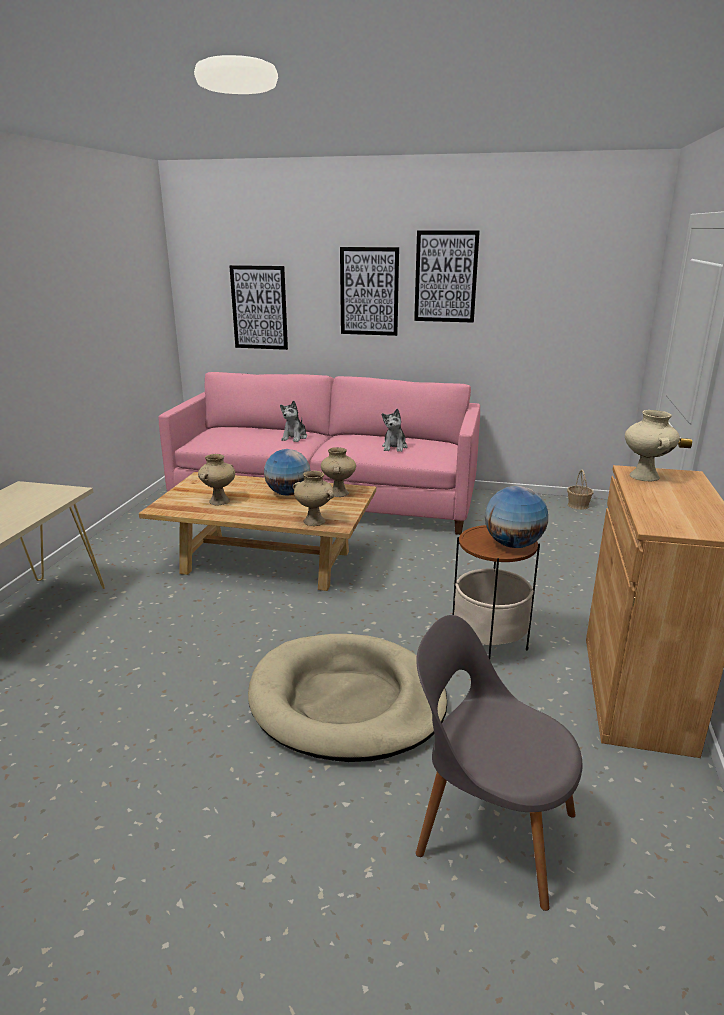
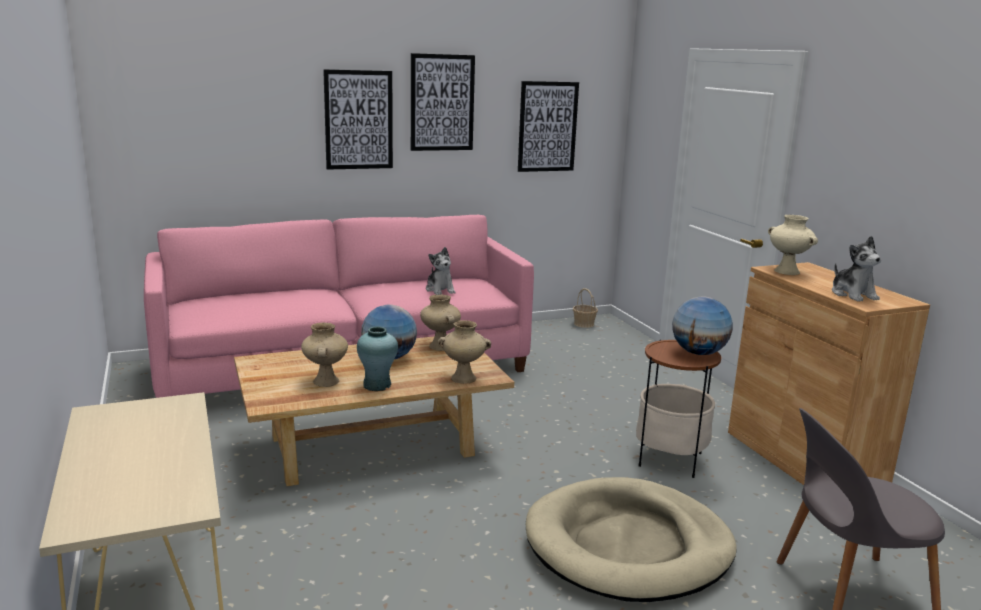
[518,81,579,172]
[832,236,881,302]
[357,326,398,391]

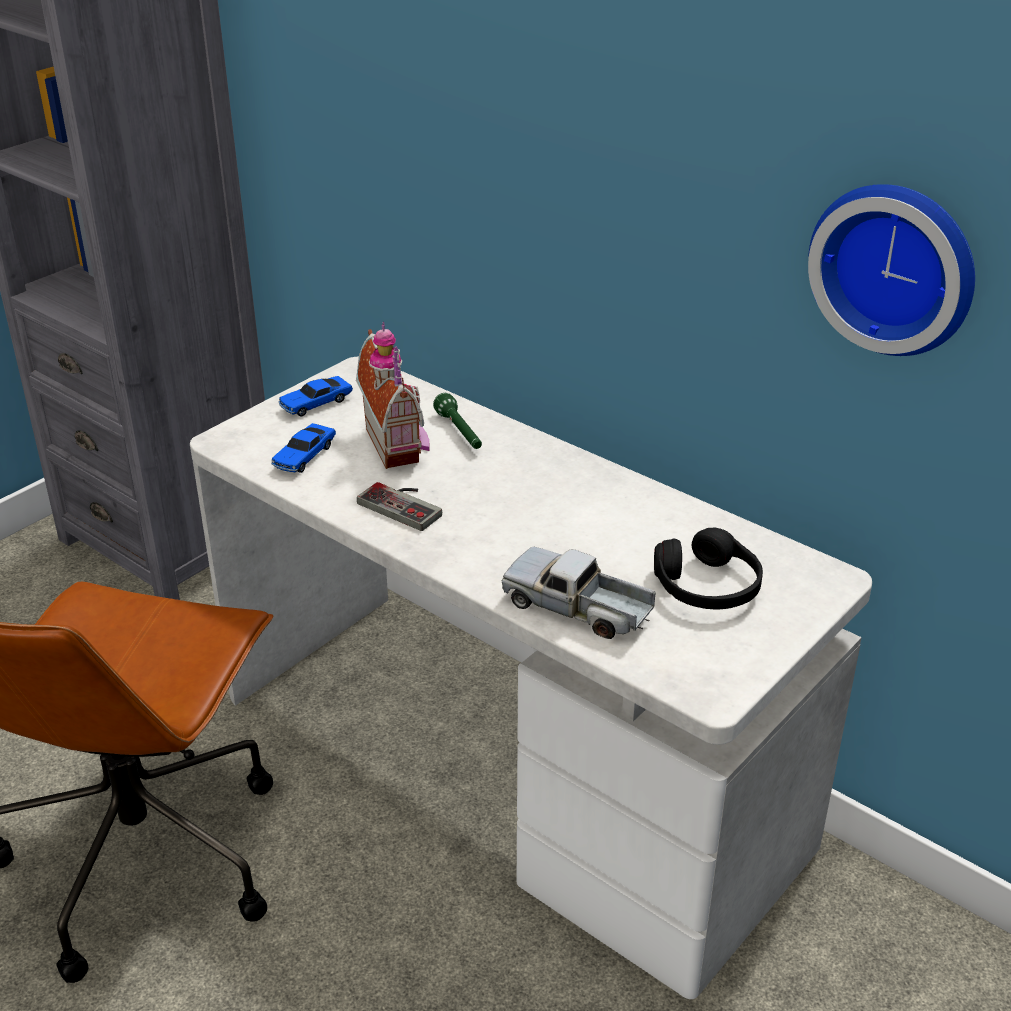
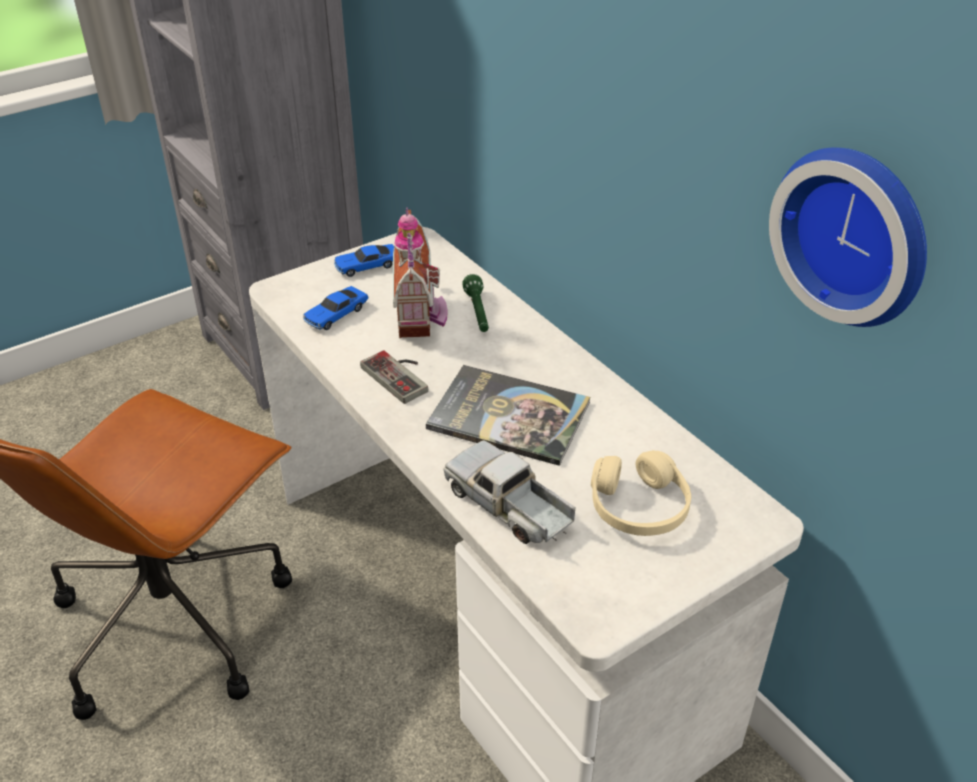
[591,450,691,536]
[426,365,590,466]

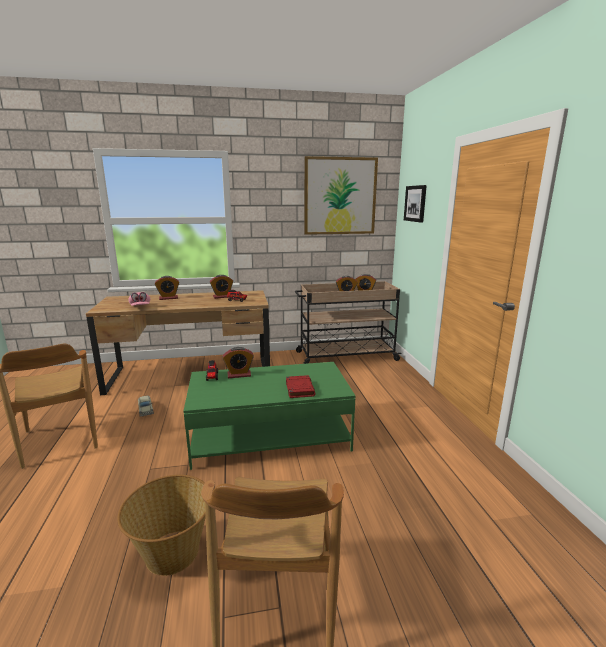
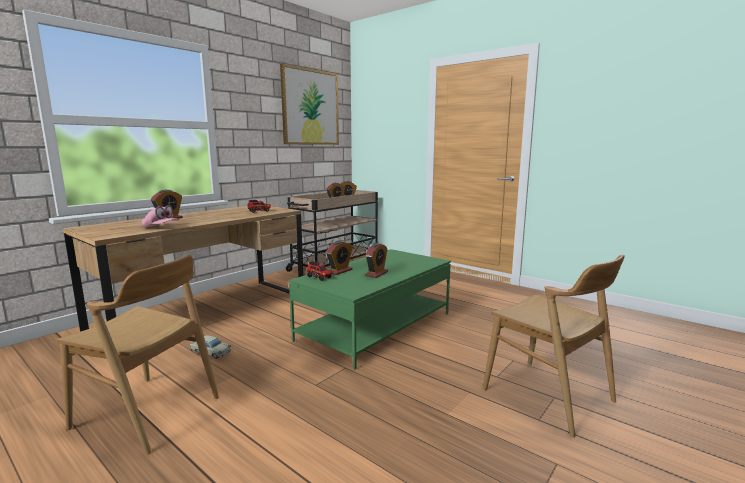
[117,475,206,576] (first image)
[365,243,388,278]
[286,375,316,398] (first image)
[404,185,427,223] (first image)

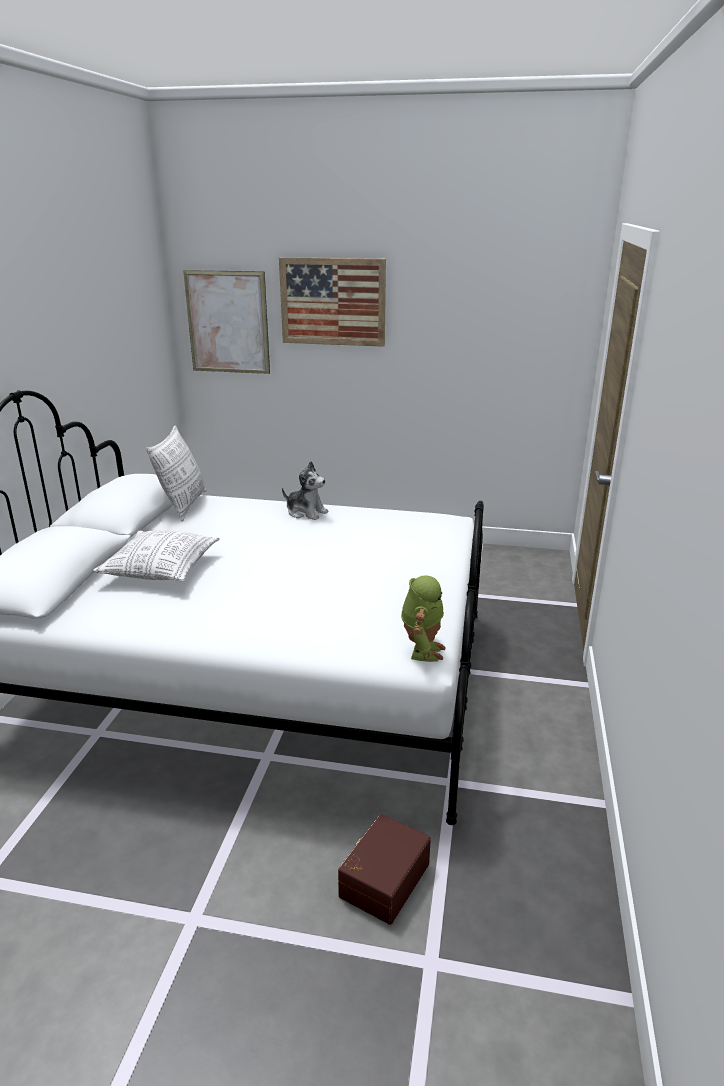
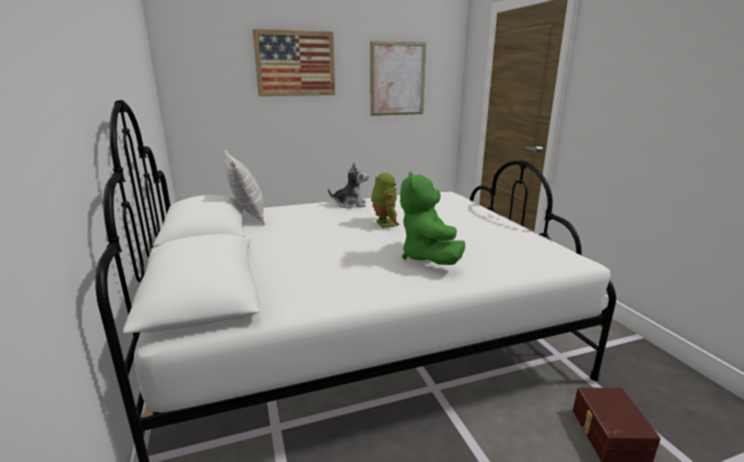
[92,530,220,582] (first image)
[371,41,426,116]
[371,173,399,228]
[400,172,465,265]

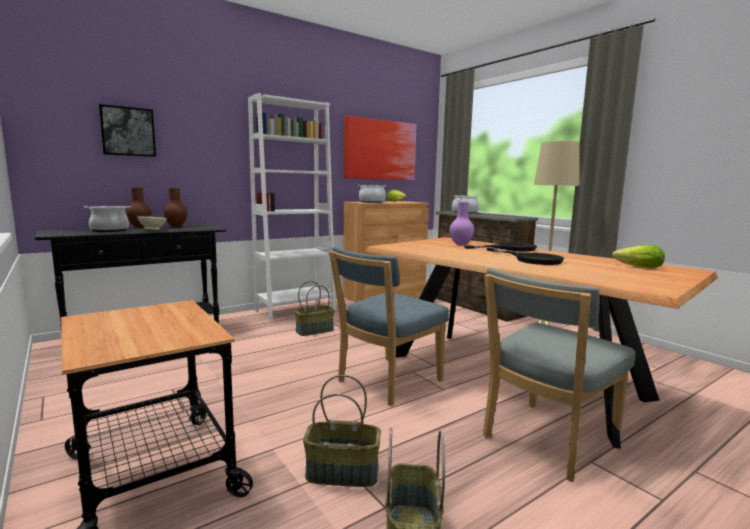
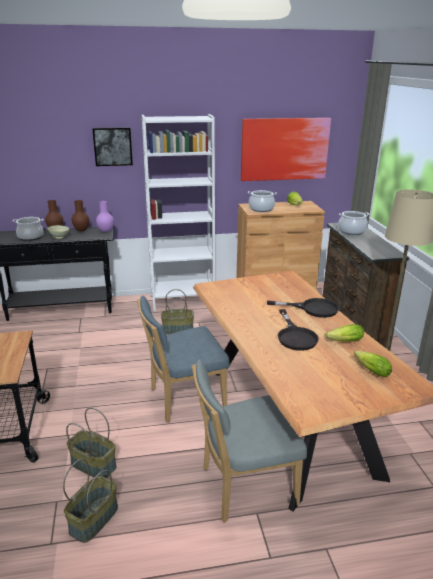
[92,127,133,166]
[96,201,114,232]
[326,324,364,341]

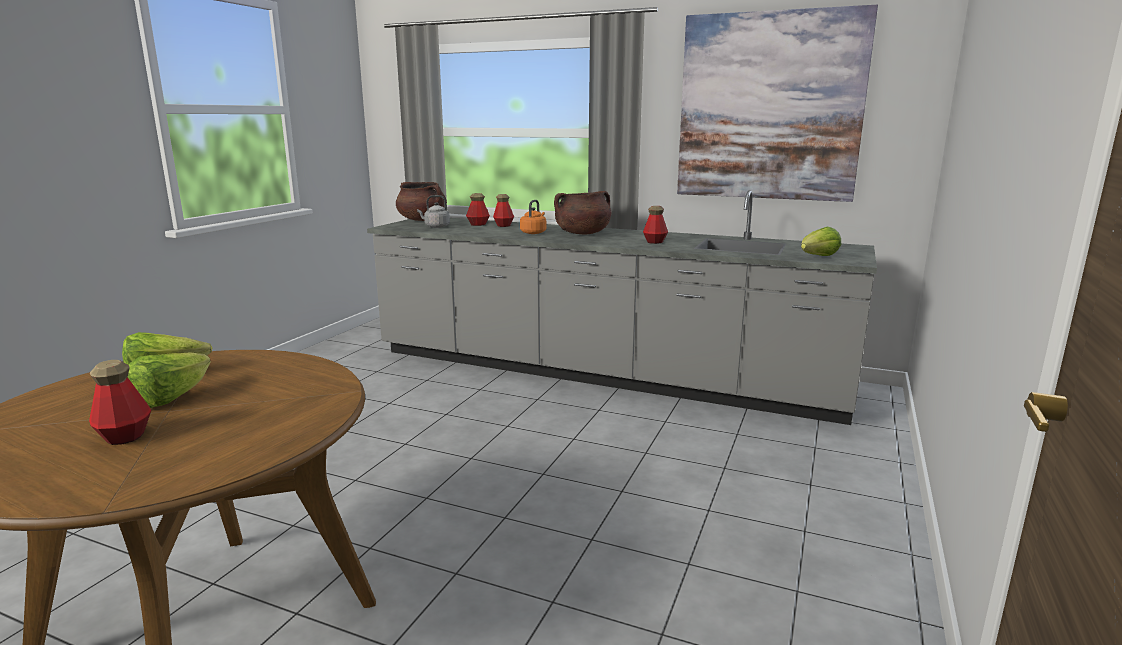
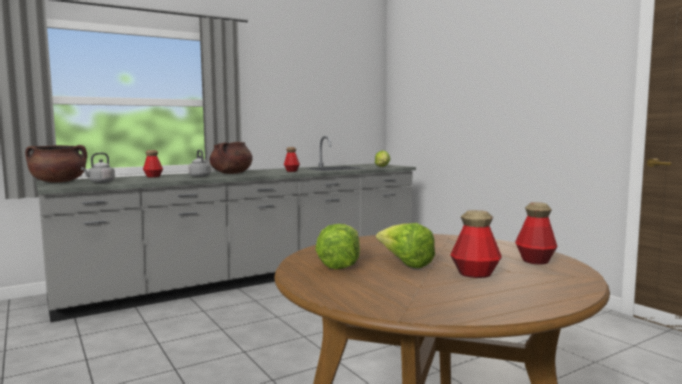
[515,202,558,265]
[188,150,211,177]
[677,5,878,202] (first image)

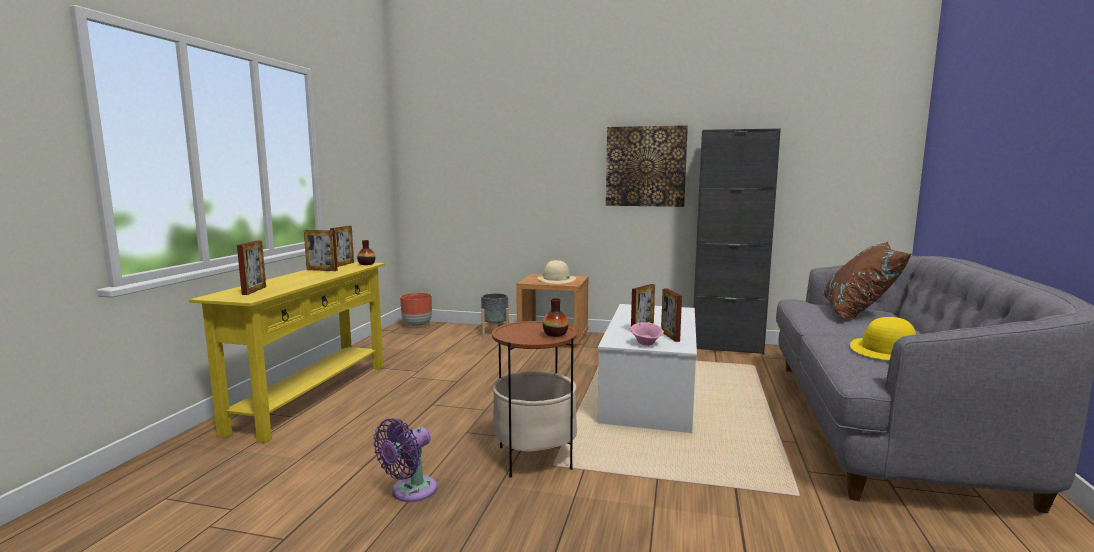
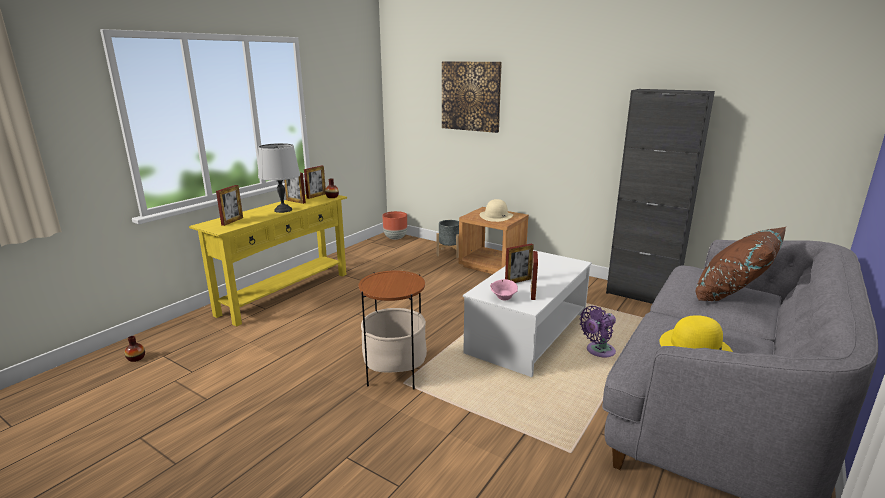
[580,306,616,357]
[125,336,145,362]
[442,62,502,133]
[258,143,300,213]

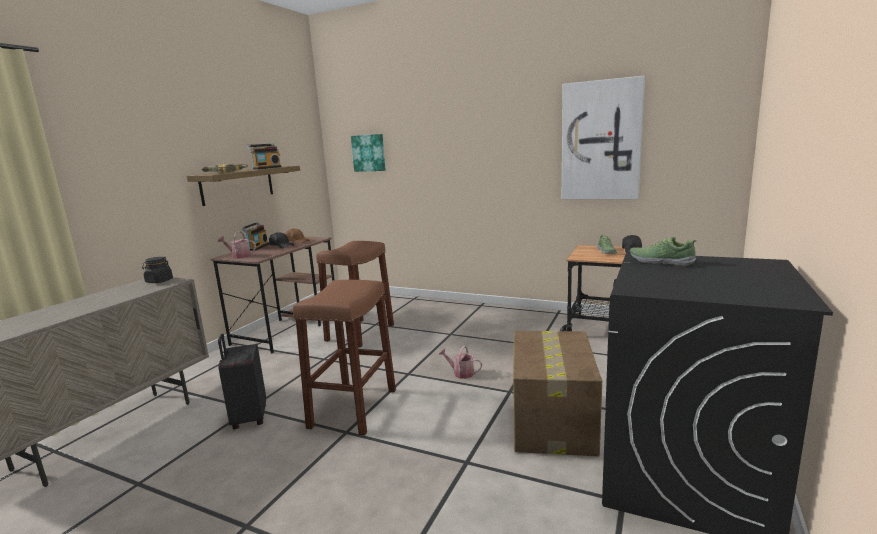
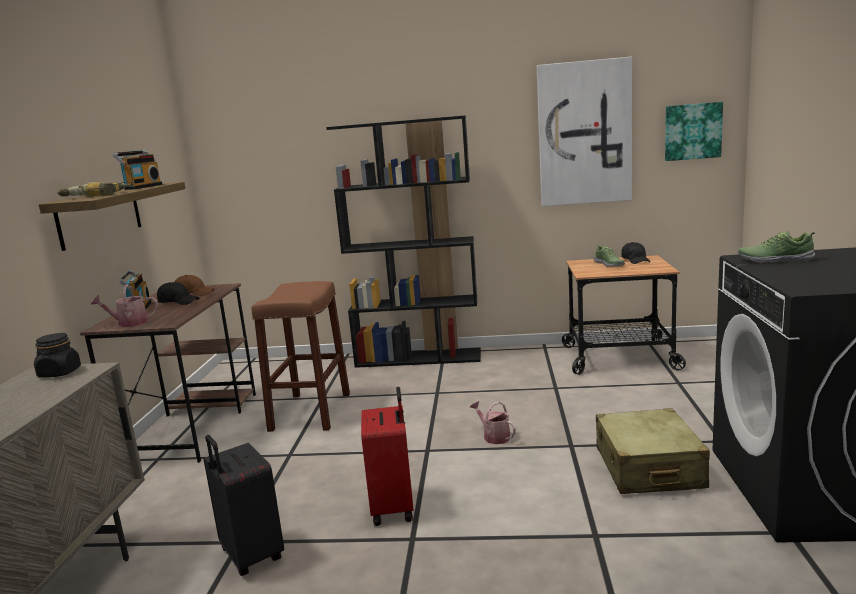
[361,387,414,526]
[665,102,723,161]
[470,401,516,444]
[596,408,710,494]
[326,116,481,368]

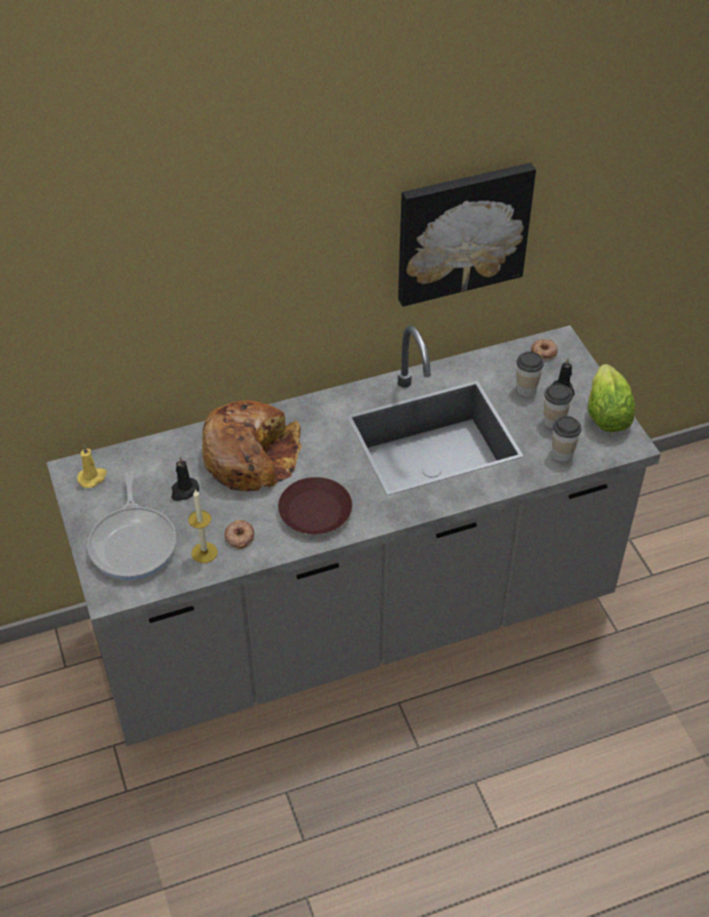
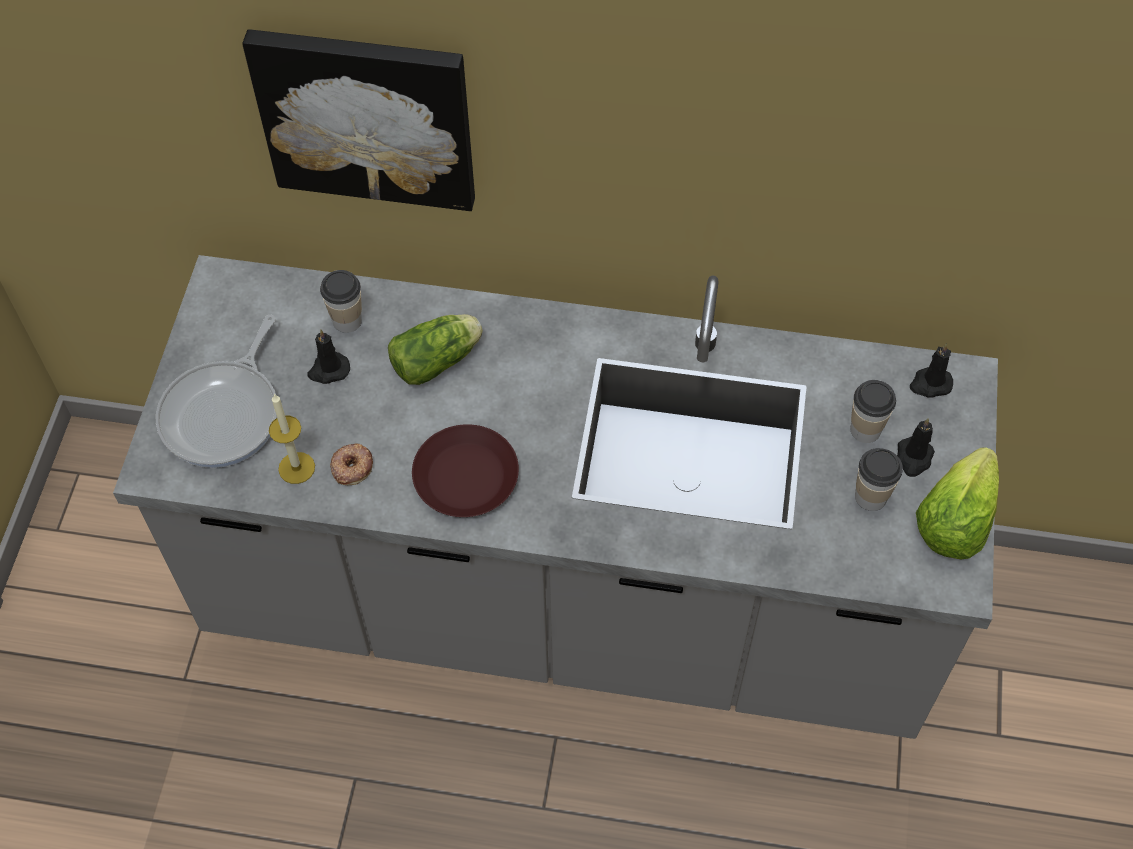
[77,445,107,488] (first image)
[388,314,483,385]
[242,29,475,211]
[910,343,953,398]
[320,270,362,333]

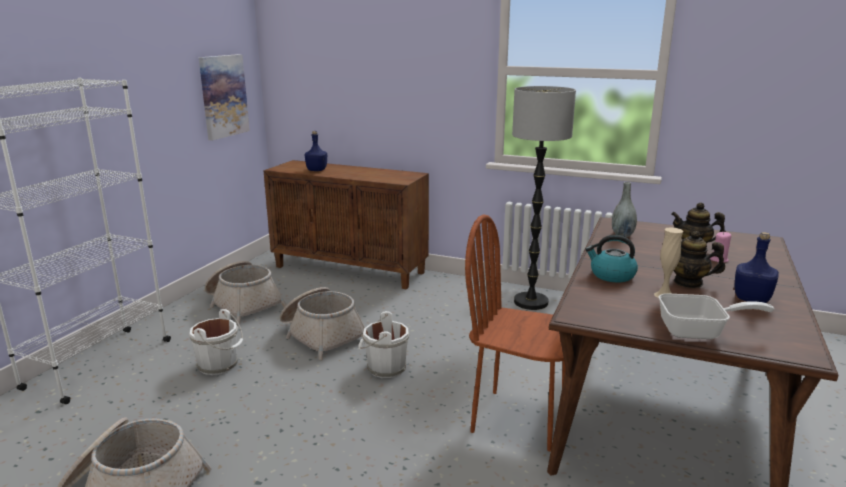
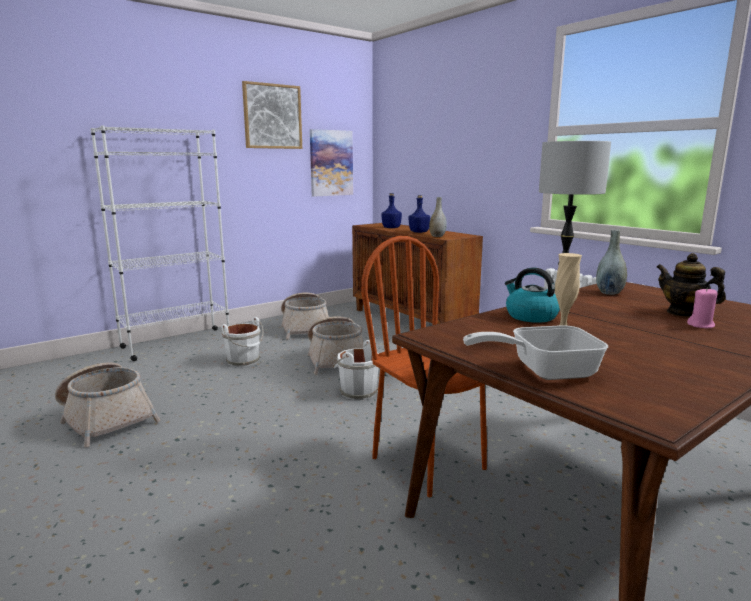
[463,325,608,380]
[662,231,725,288] (first image)
[409,195,430,233]
[242,81,302,149]
[429,197,447,237]

